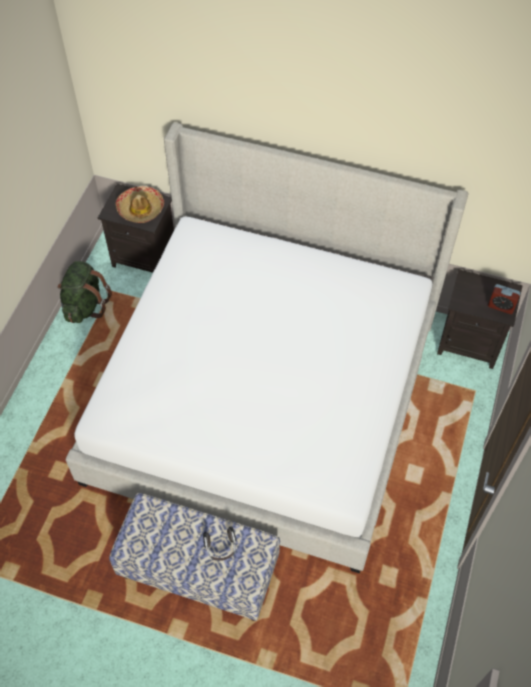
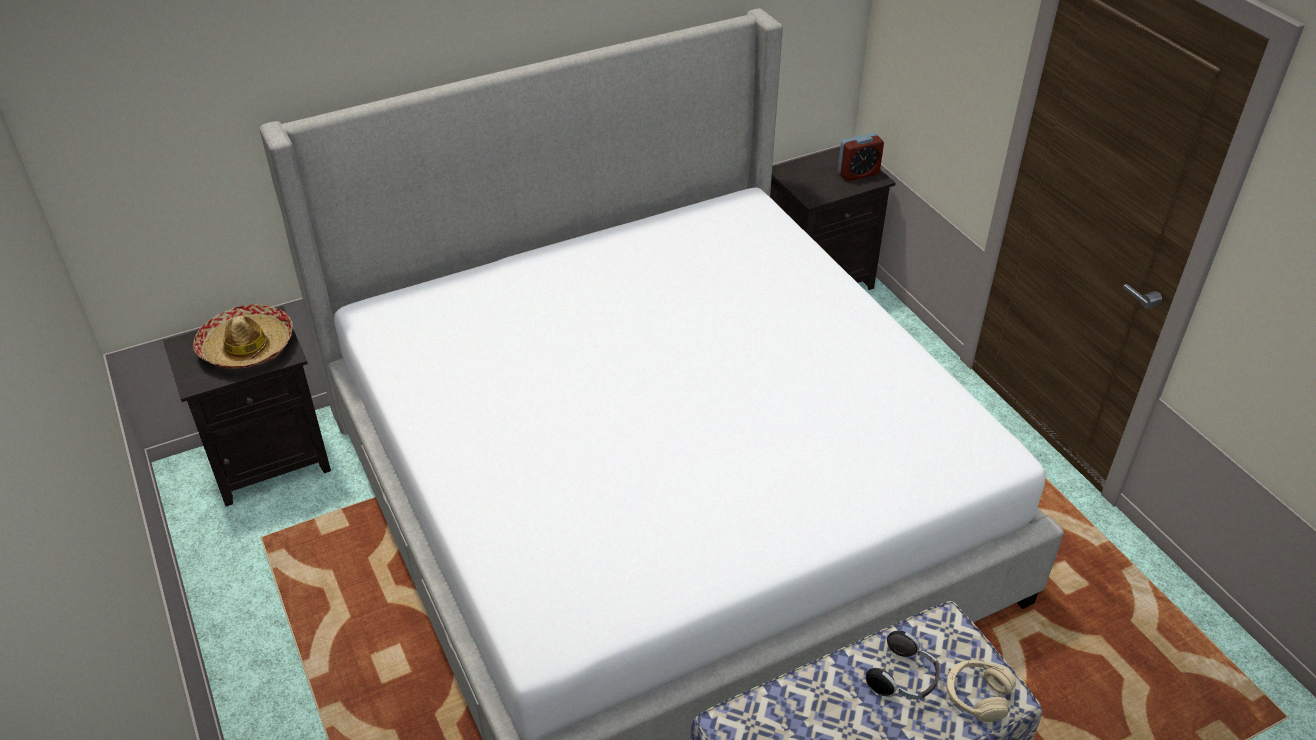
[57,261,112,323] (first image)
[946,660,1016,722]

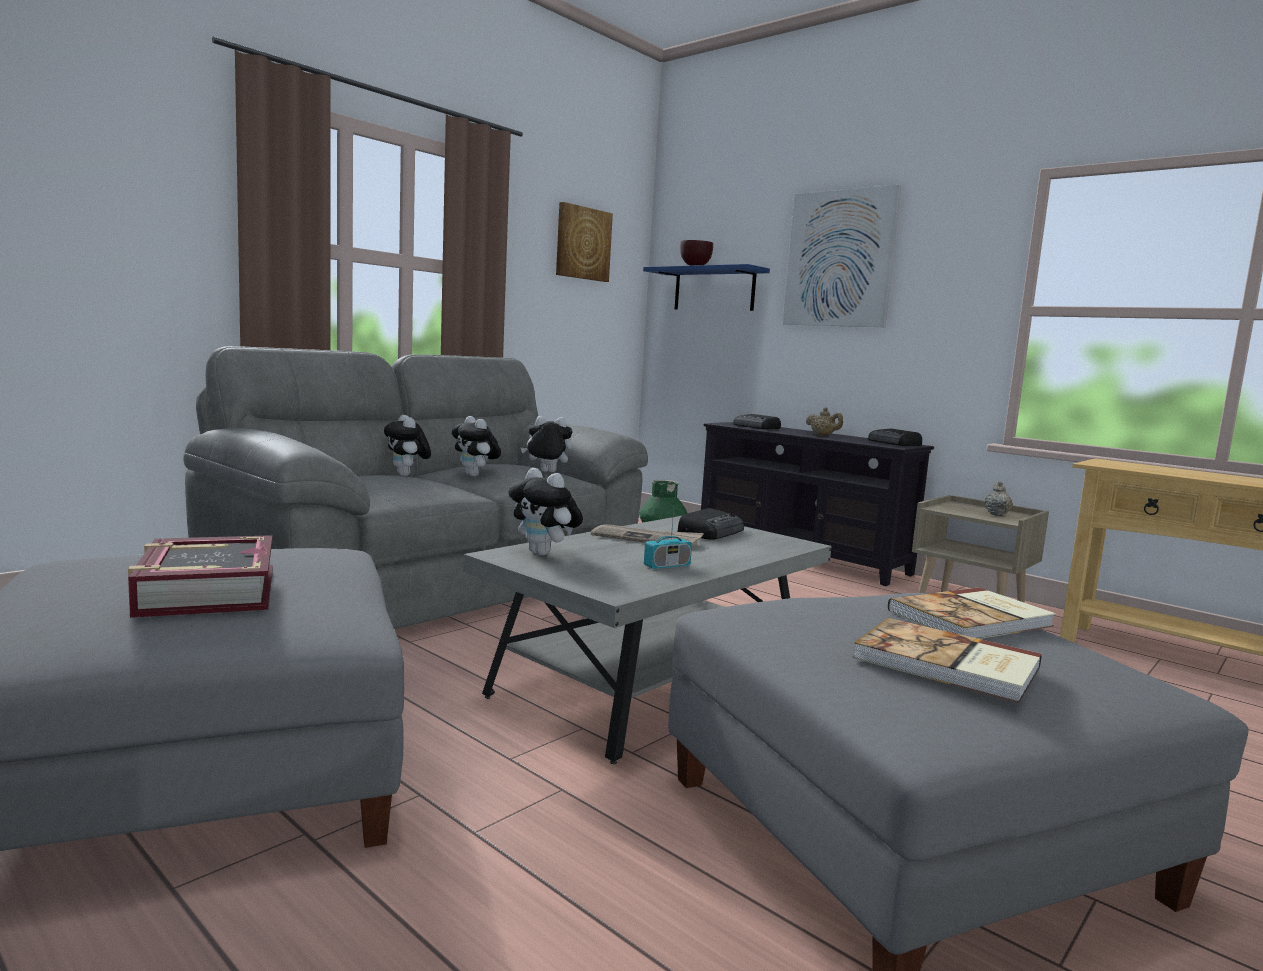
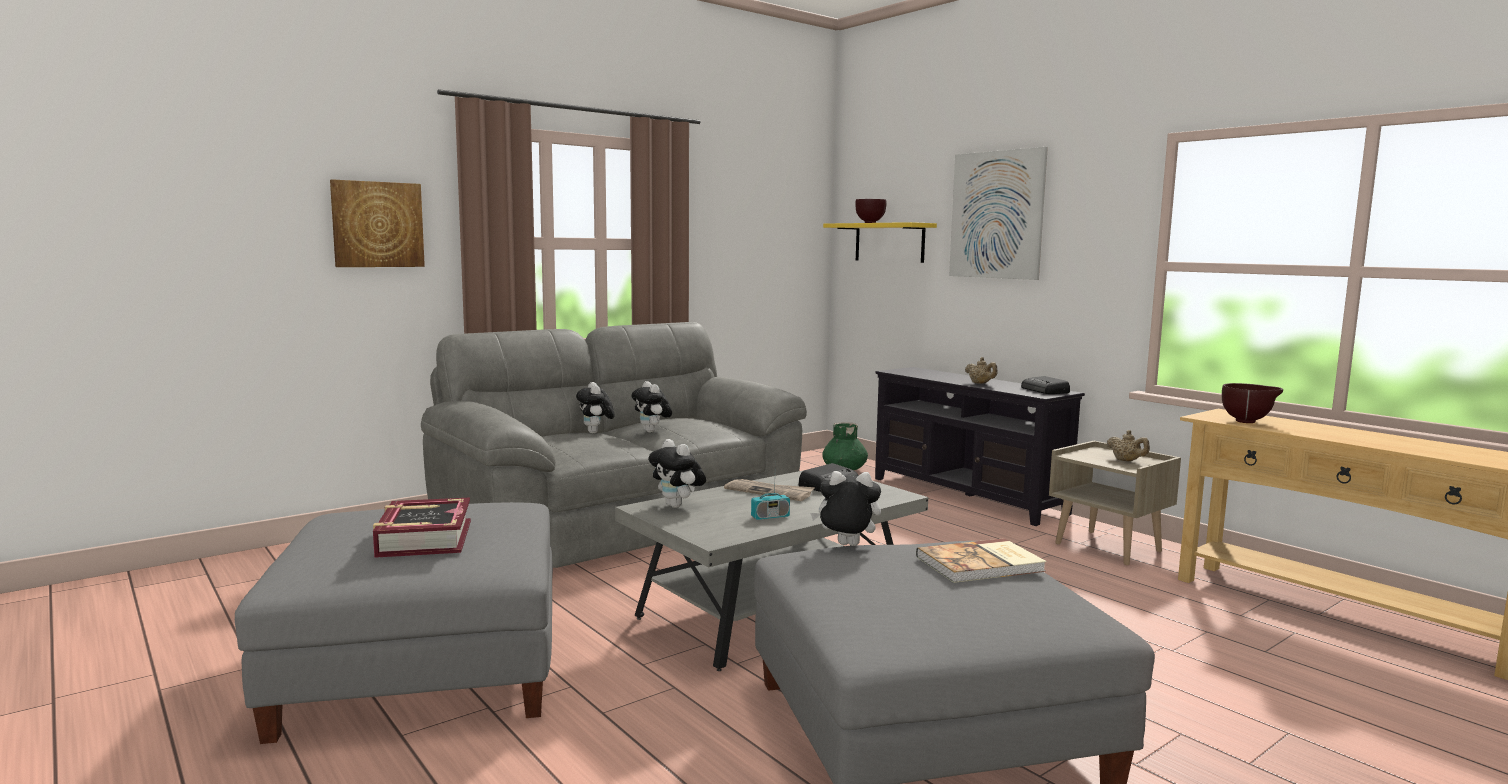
[810,471,881,546]
[330,179,425,267]
[823,222,937,263]
[733,414,781,429] (first image)
[853,618,1042,703] (first image)
[1106,430,1150,462]
[1222,383,1283,423]

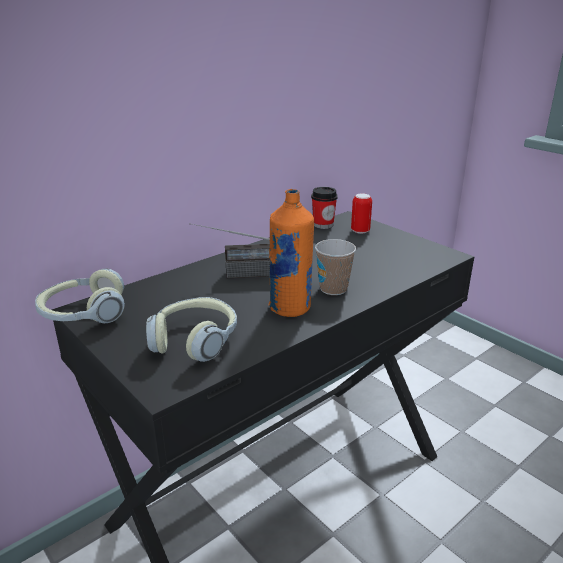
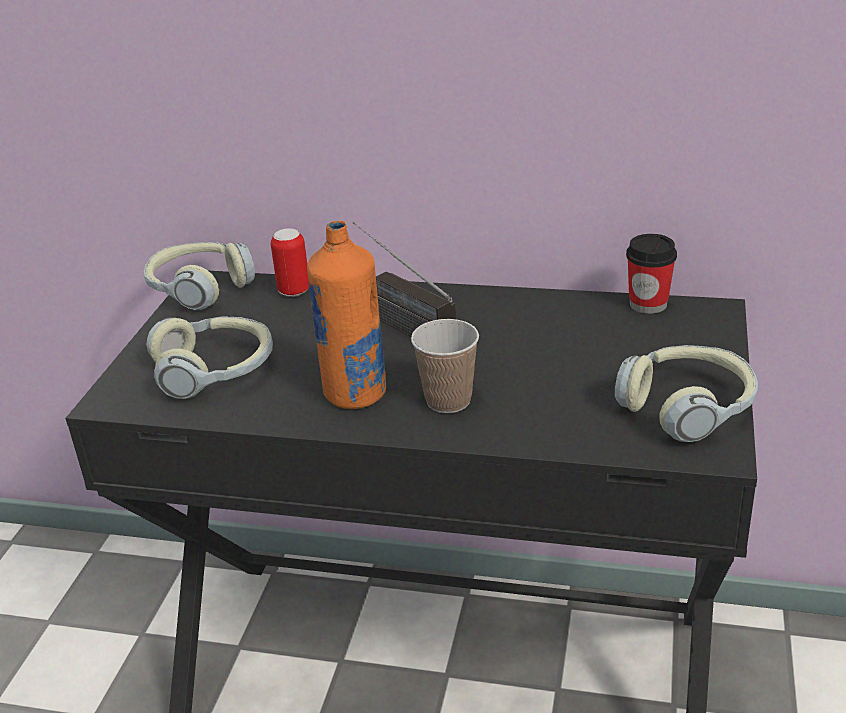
[271,228,309,297]
[615,345,758,442]

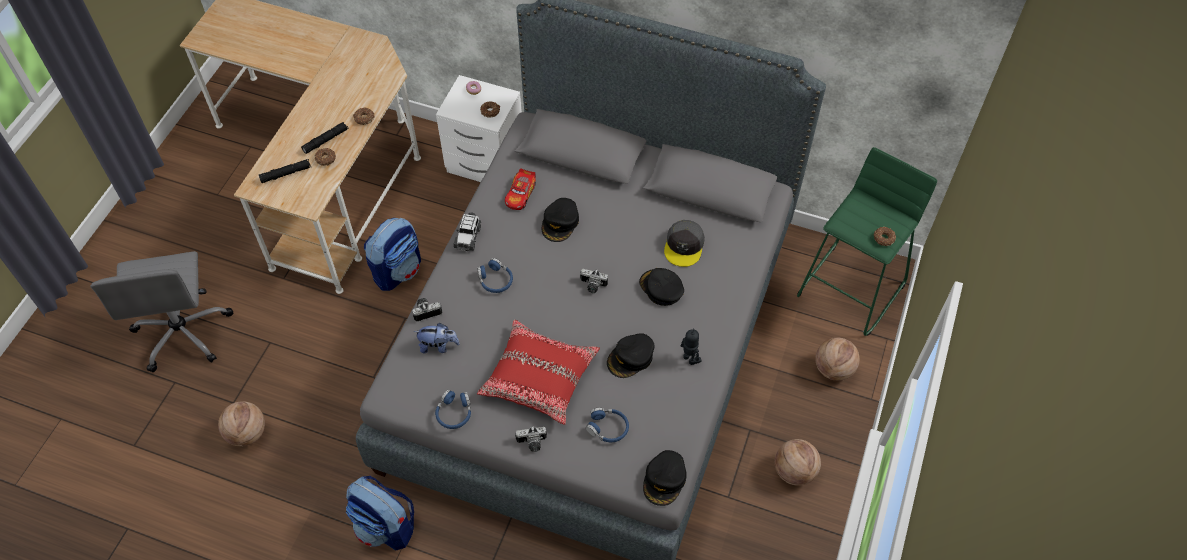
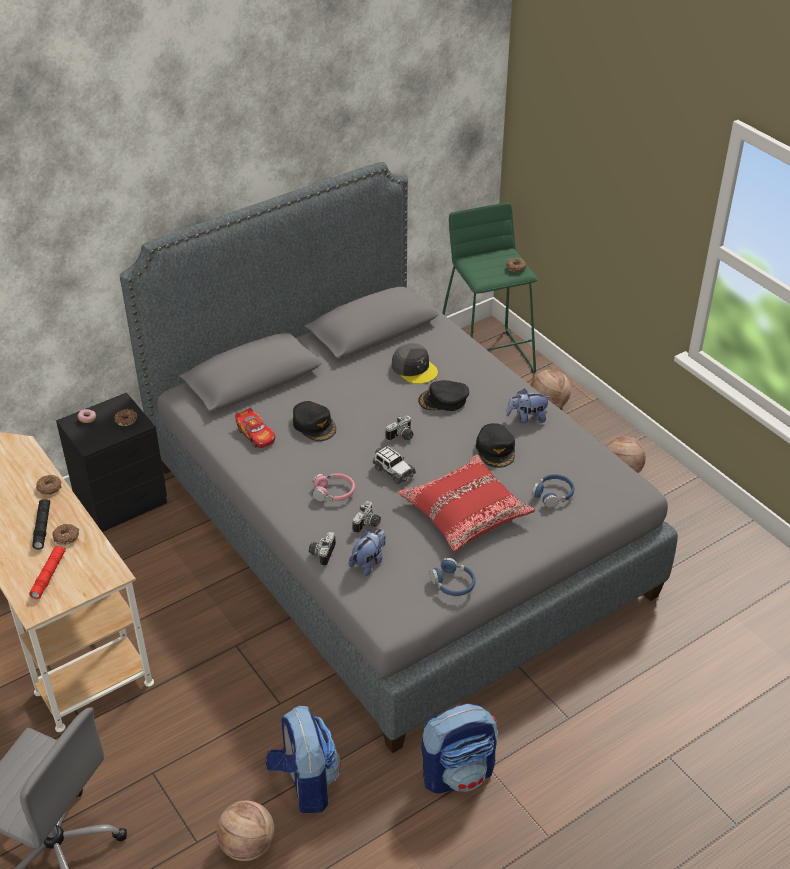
[29,546,66,599]
[266,706,341,813]
[56,392,167,532]
[373,446,416,484]
[312,473,355,501]
[352,501,381,533]
[643,450,687,506] (first image)
[506,389,551,423]

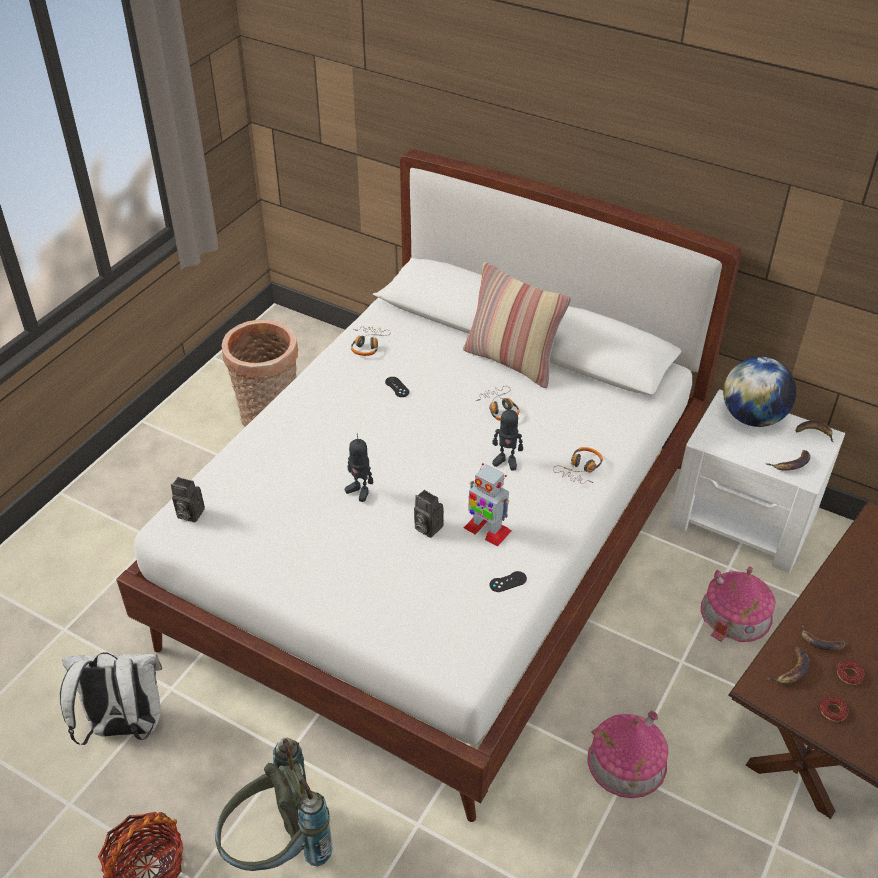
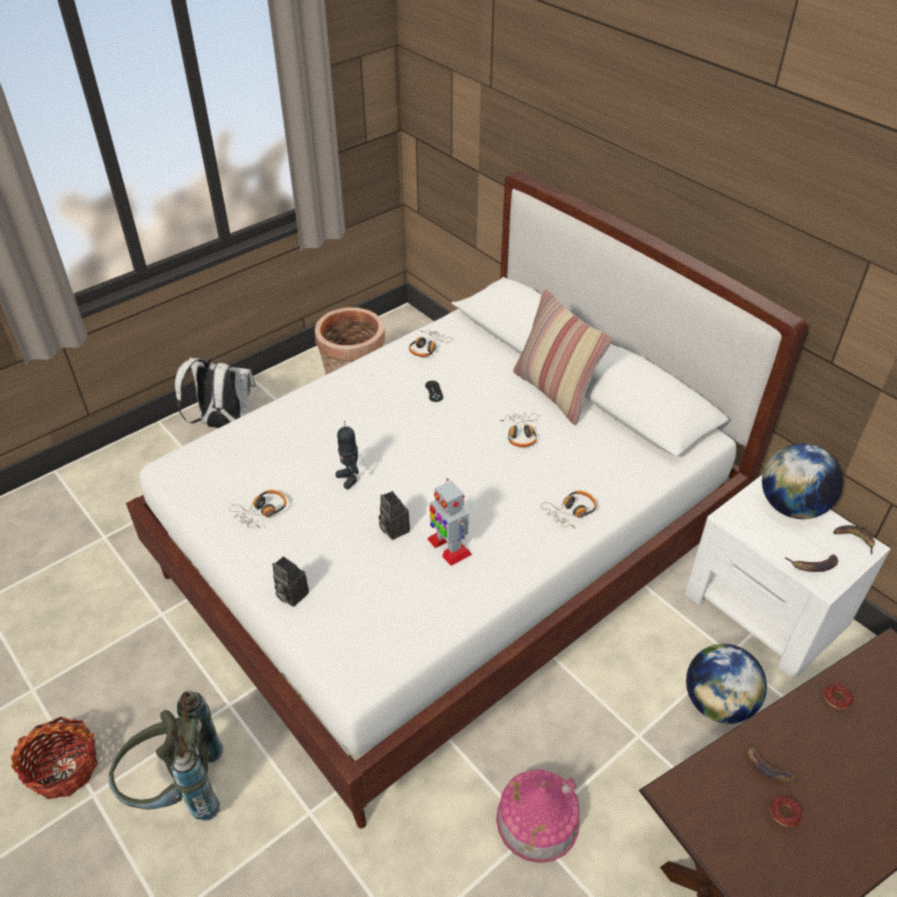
[175,357,256,428]
[272,556,309,607]
[490,571,527,592] (first image)
[492,404,523,471] (first image)
[686,644,767,724]
[765,646,810,684] (first image)
[824,683,853,709]
[229,490,286,529]

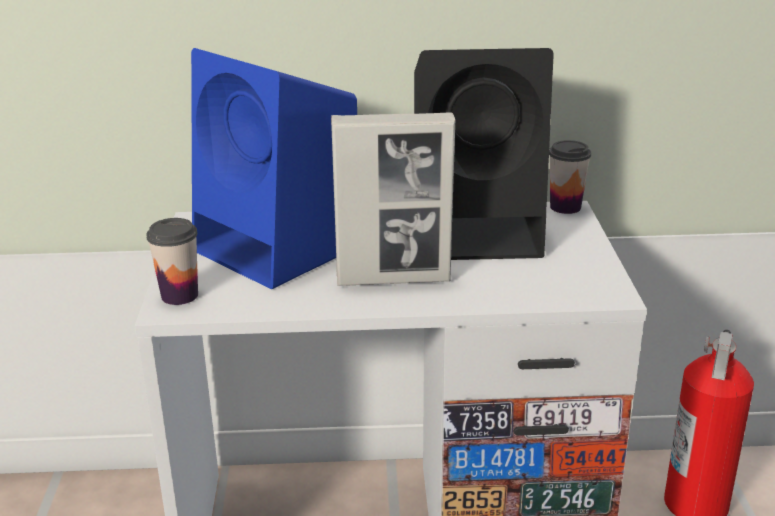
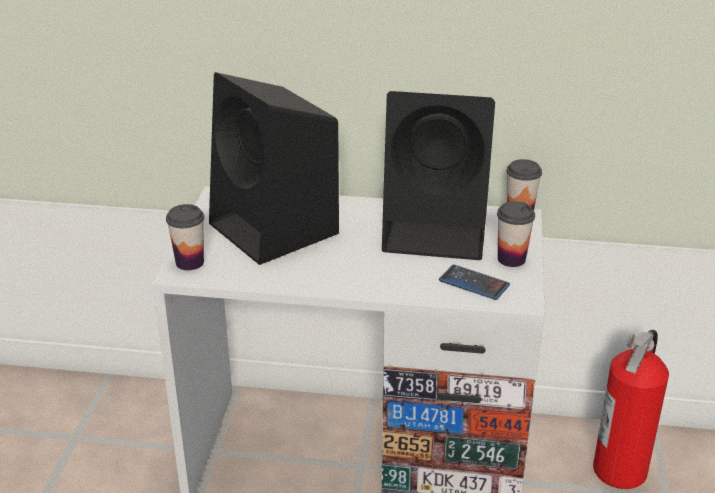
[209,72,339,265]
[331,112,456,286] (first image)
[439,265,510,300]
[497,201,535,267]

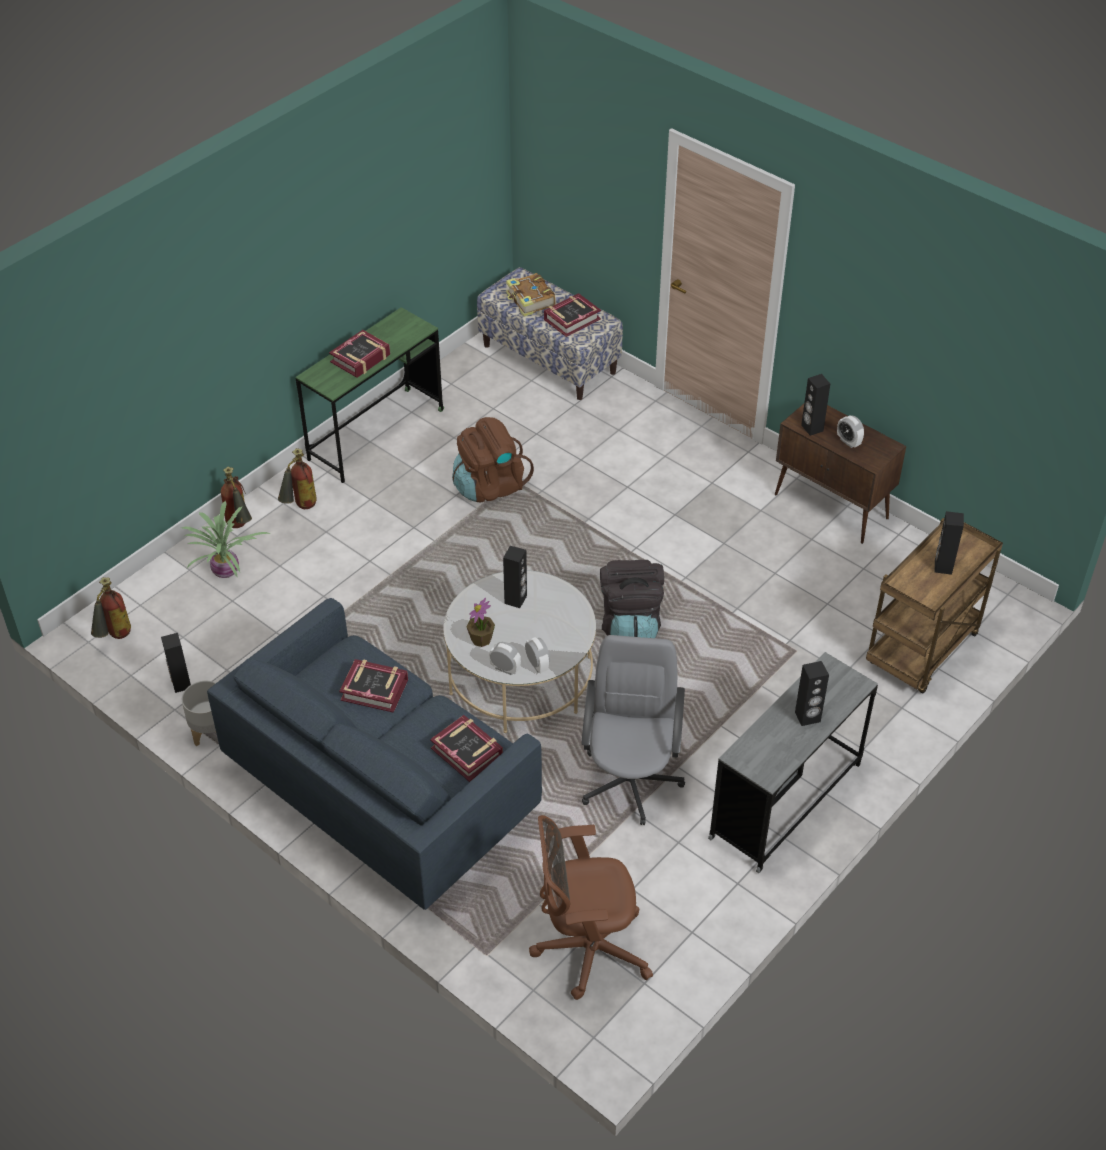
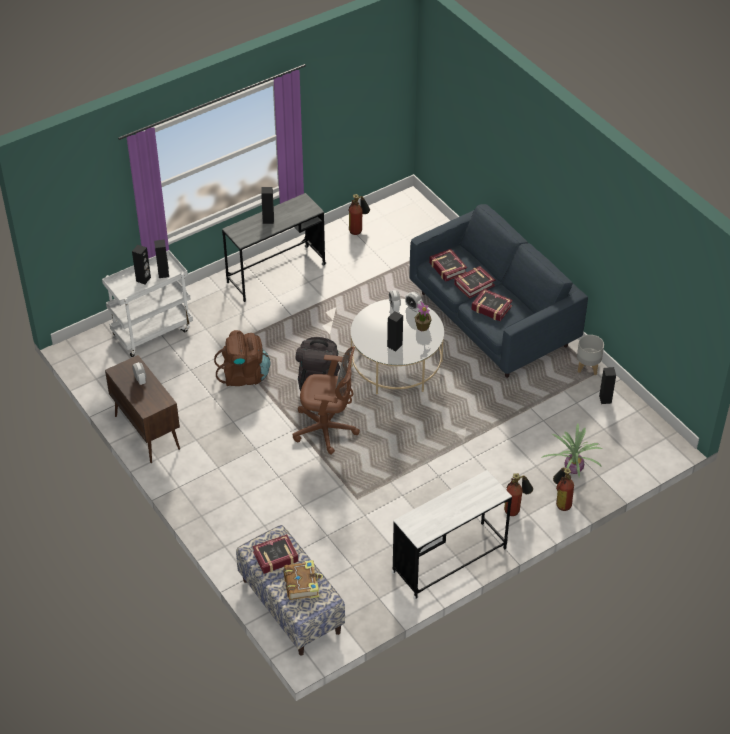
[348,194,370,235]
[391,470,512,600]
[454,266,495,299]
[214,330,270,386]
[292,347,360,455]
[581,635,685,825] (first image)
[154,239,169,278]
[102,250,193,357]

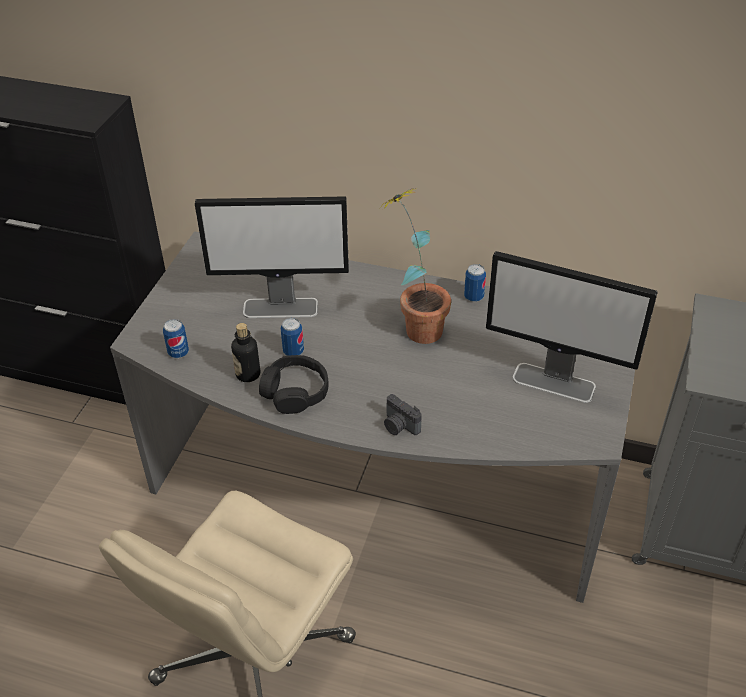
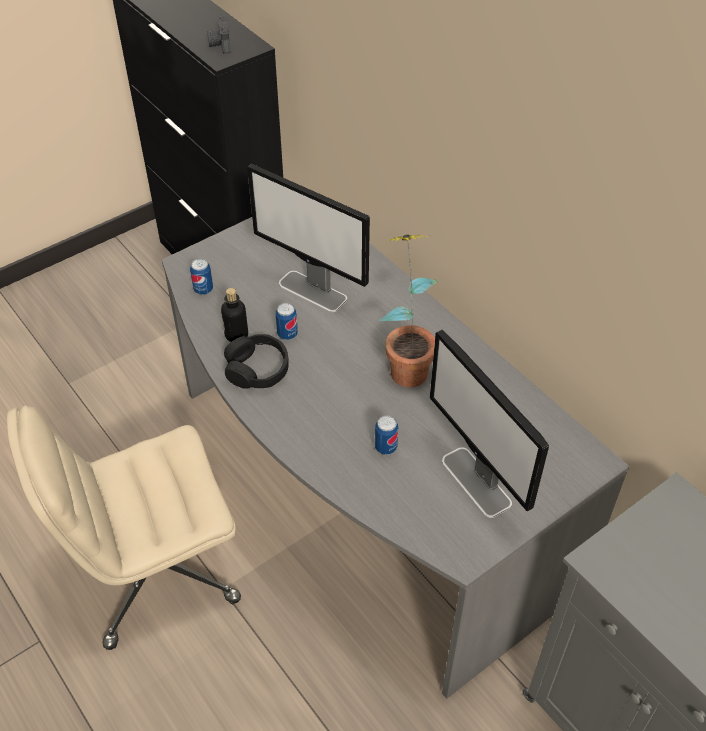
[207,16,231,54]
[375,415,398,455]

